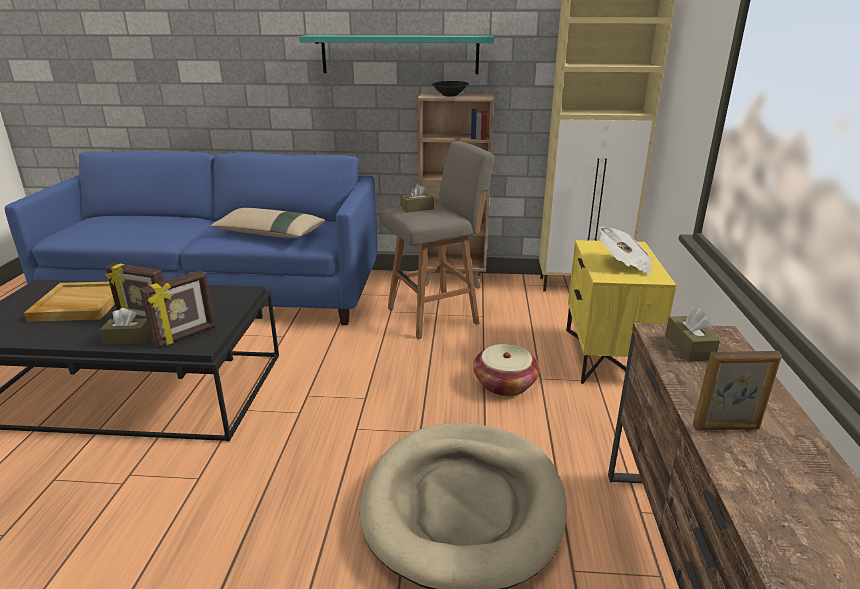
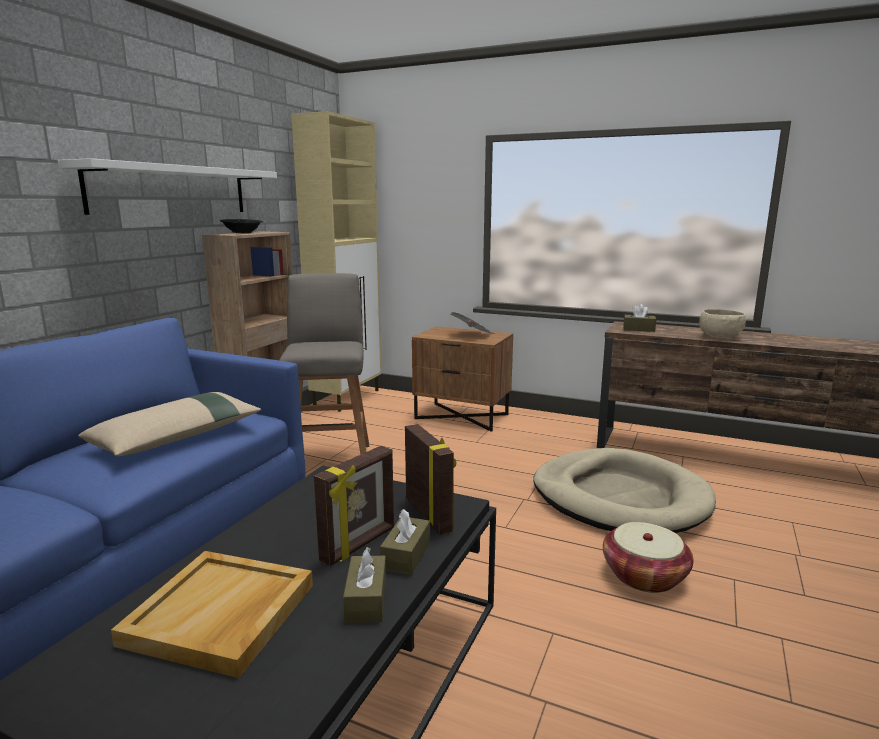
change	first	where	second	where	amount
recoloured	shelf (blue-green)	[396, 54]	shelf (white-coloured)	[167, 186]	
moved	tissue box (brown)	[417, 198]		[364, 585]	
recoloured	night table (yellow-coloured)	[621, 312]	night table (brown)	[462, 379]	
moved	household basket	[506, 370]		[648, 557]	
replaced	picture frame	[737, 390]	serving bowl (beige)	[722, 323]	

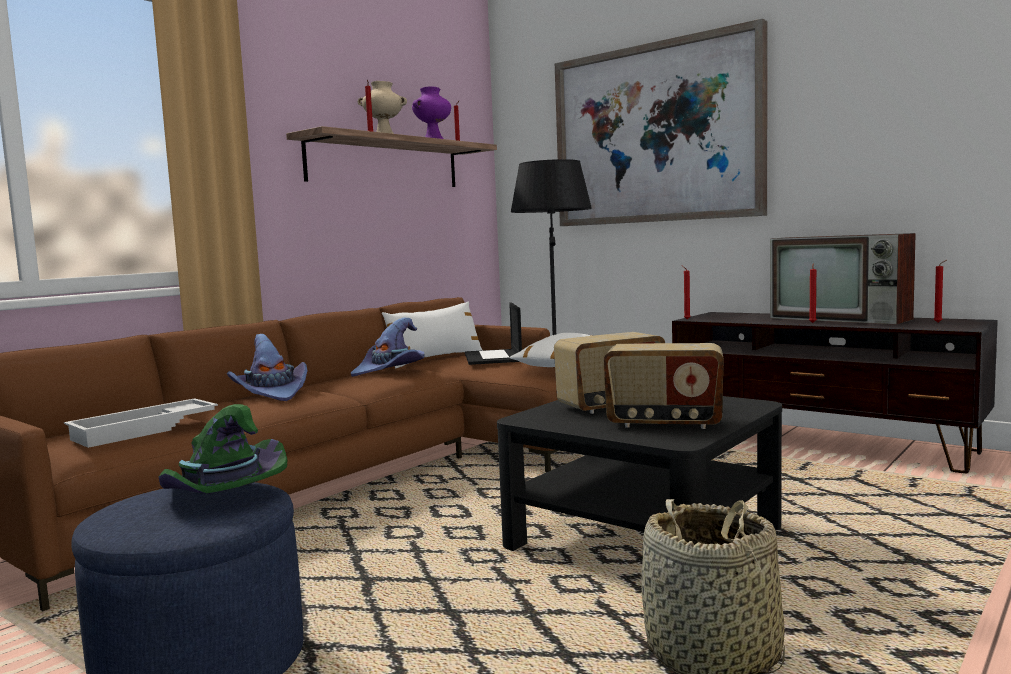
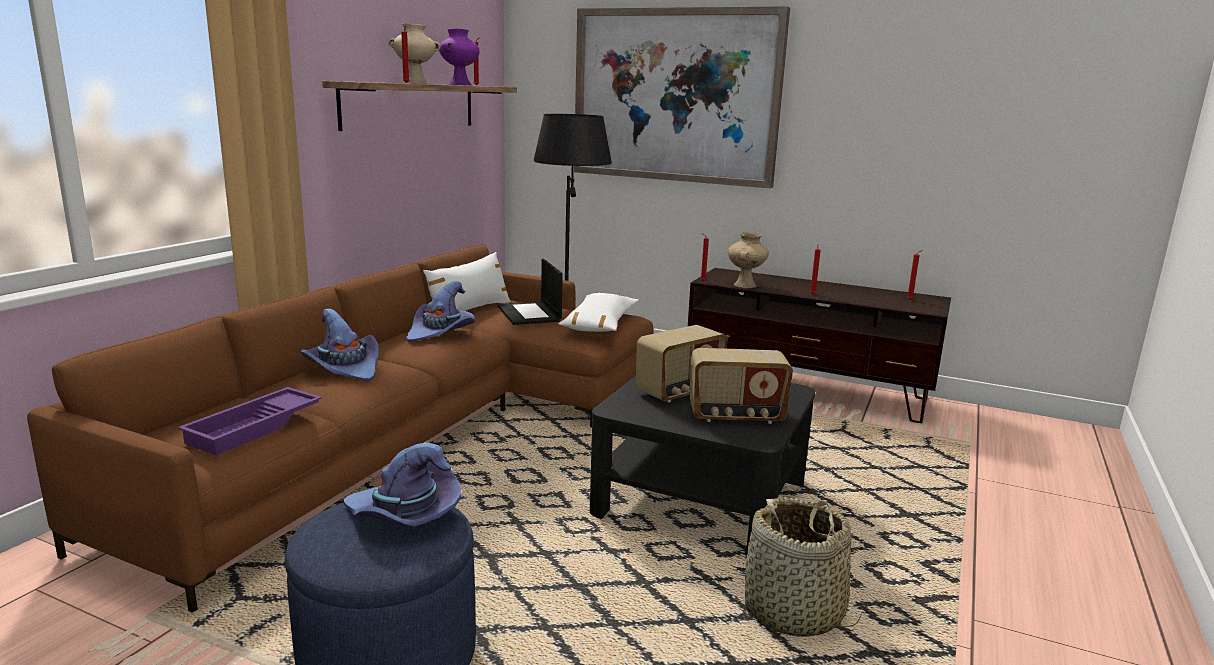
change	first	where	second	where	amount
removed	TV set	[843, 278]			
recoloured	carrying tray (white-coloured)	[141, 423]	carrying tray (purple-coloured)	[250, 421]	
recoloured	clothing hat (green)	[223, 449]	clothing hat (purple-coloured)	[402, 485]	
added			vase (beige)	[748, 260]	

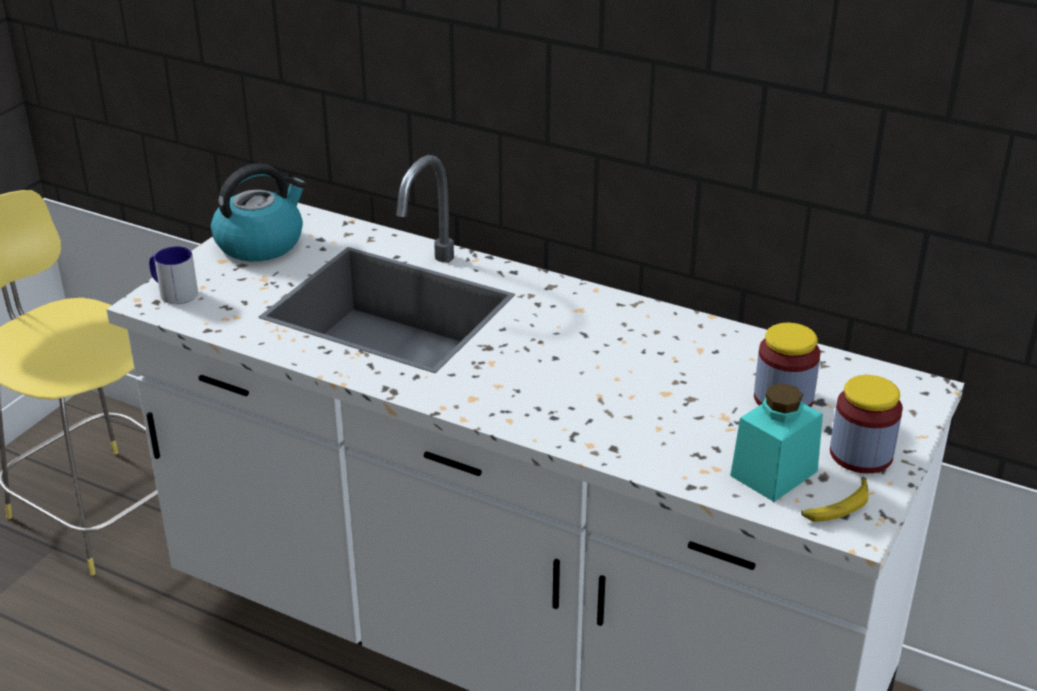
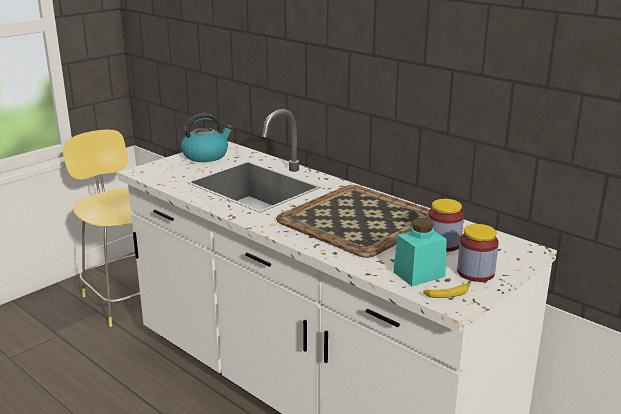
change	first	where	second	where	amount
removed	tea mug	[173, 275]			
added			carrying tray	[353, 221]	

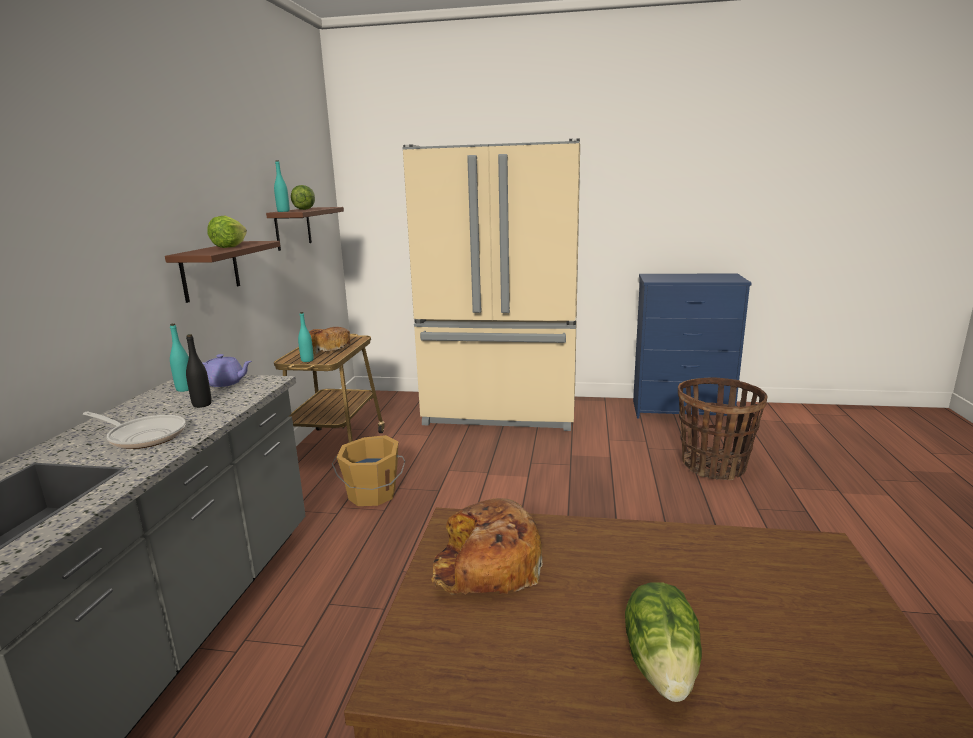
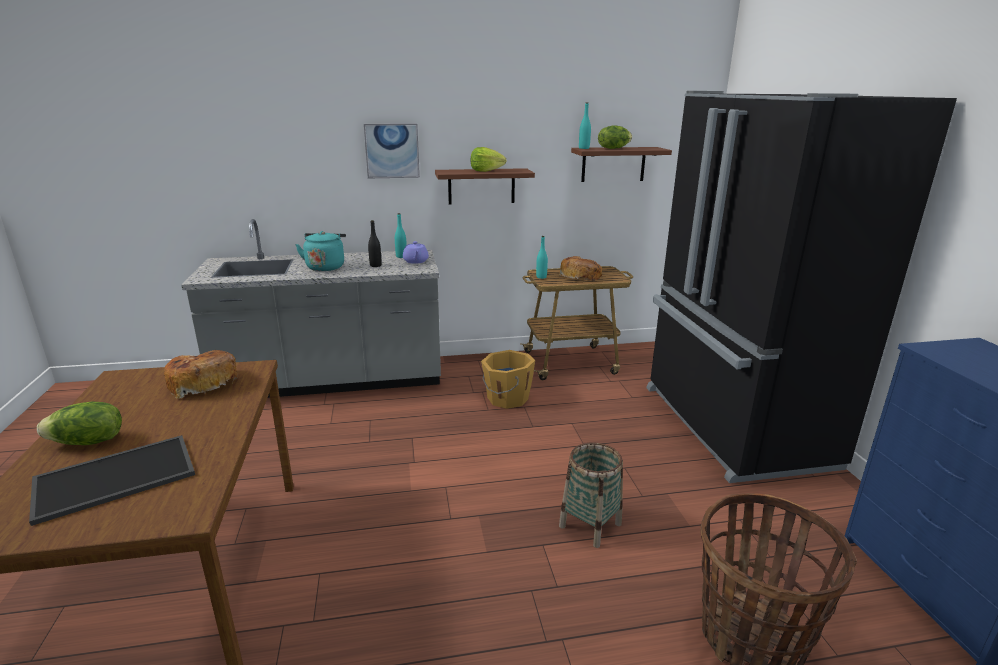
change	first	where	second	where	amount
recoloured	fridge (beige)	[491, 284]	fridge (black)	[802, 287]	
replaced	skillet	[134, 430]	tea kettle (blue-green)	[320, 251]	
added			picture	[392, 151]	
added			carrying tray	[112, 480]	
added			household basket	[591, 495]	

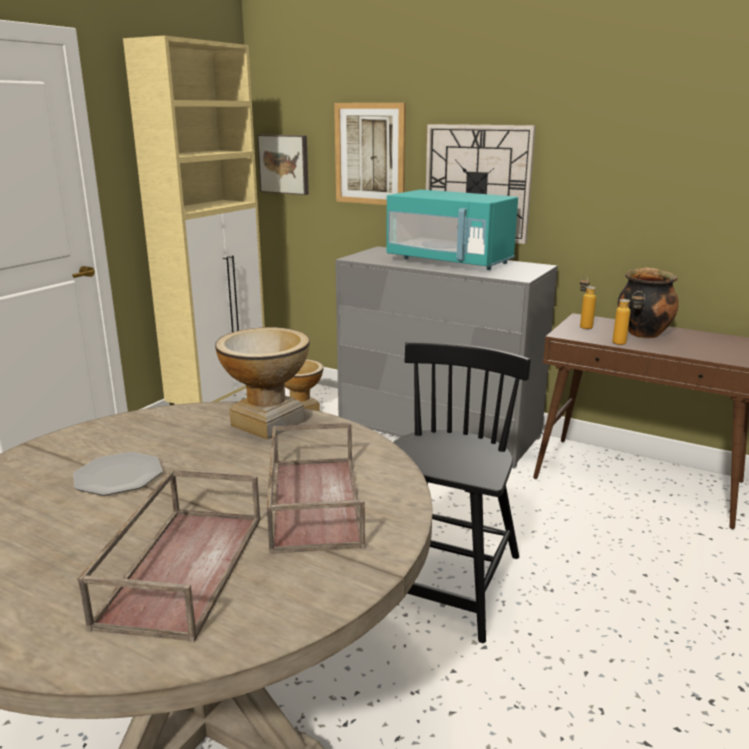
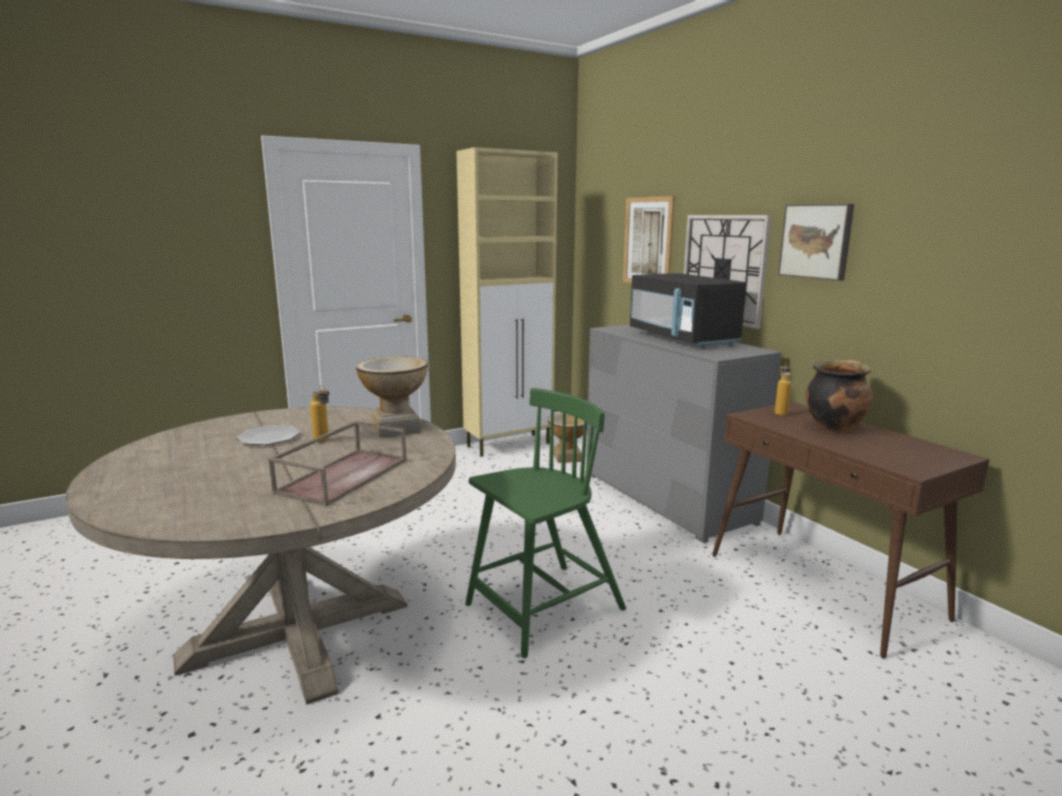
change	first	where	second	where	amount
moved	picture	[283, 165]		[816, 242]	
recoloured	kitchen microwave (blue-green)	[452, 230]	kitchen microwave (black)	[688, 310]	
moved	drink bottle	[628, 318]		[319, 413]	
recoloured	plain chair (black)	[461, 492]	plain chair (green)	[545, 523]	
removed	carrying tray (brown)	[169, 556]			

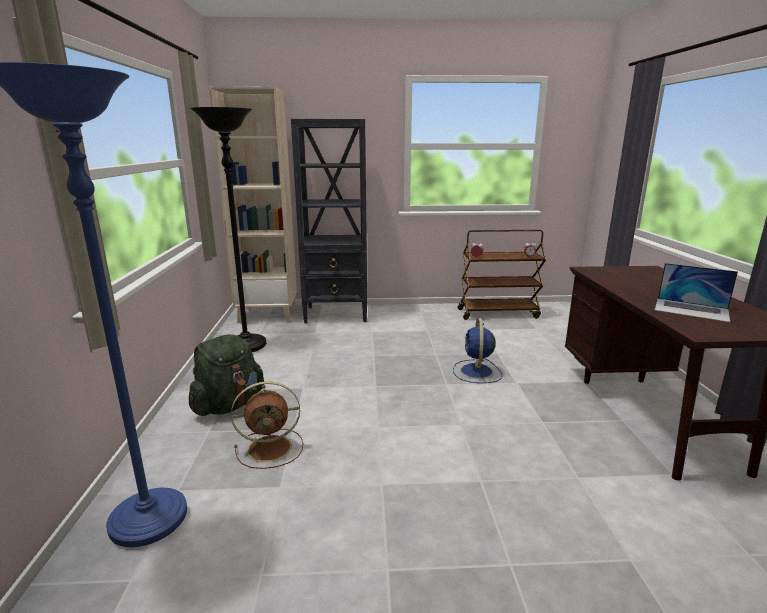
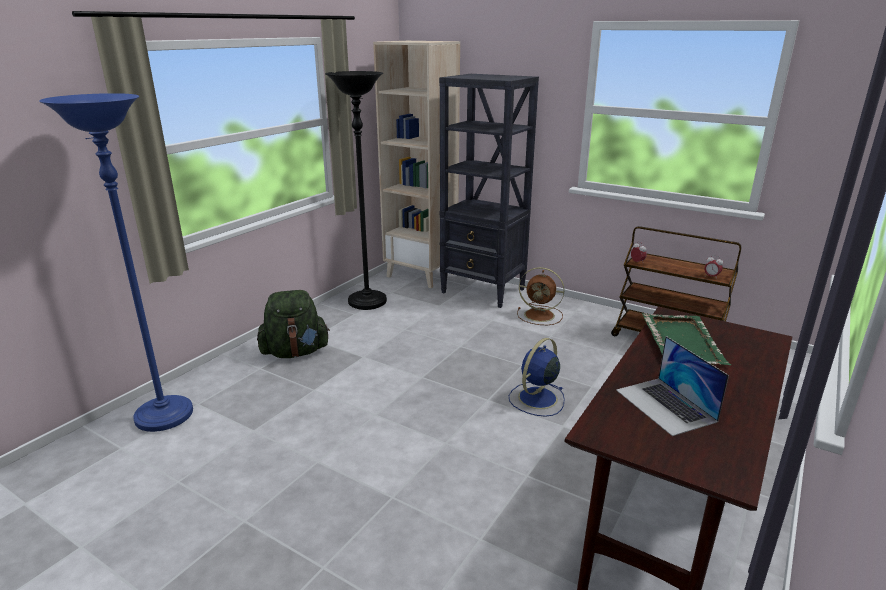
change	first	where	second	where	amount
moved	electric fan (brown)	[267, 425]		[541, 296]	
added			carrying tray (green)	[686, 339]	

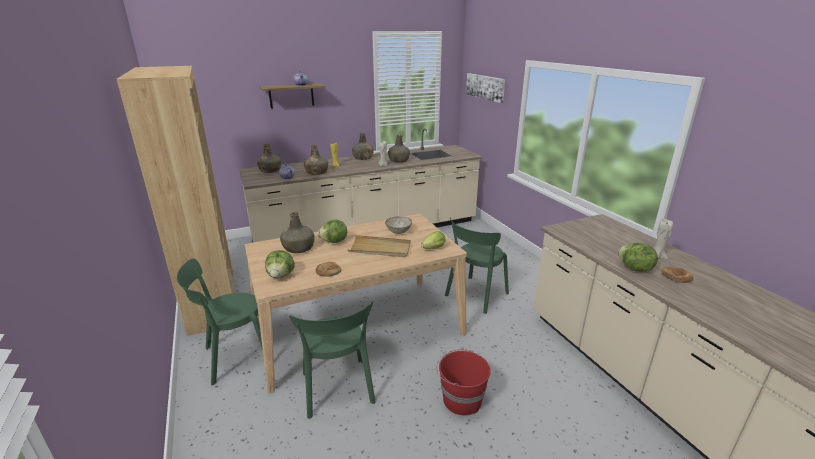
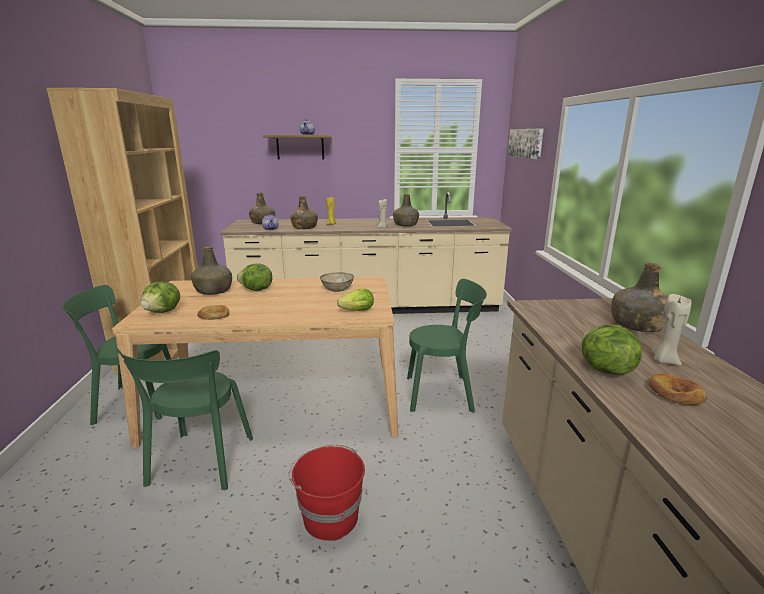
change	first	where	second	where	amount
moved	drink bottle (green)	[363, 146]		[639, 297]	
turned	plain chair (green)	[477, 266]		[447, 346]	150 degrees counterclockwise
removed	carrying tray (beige)	[379, 246]			

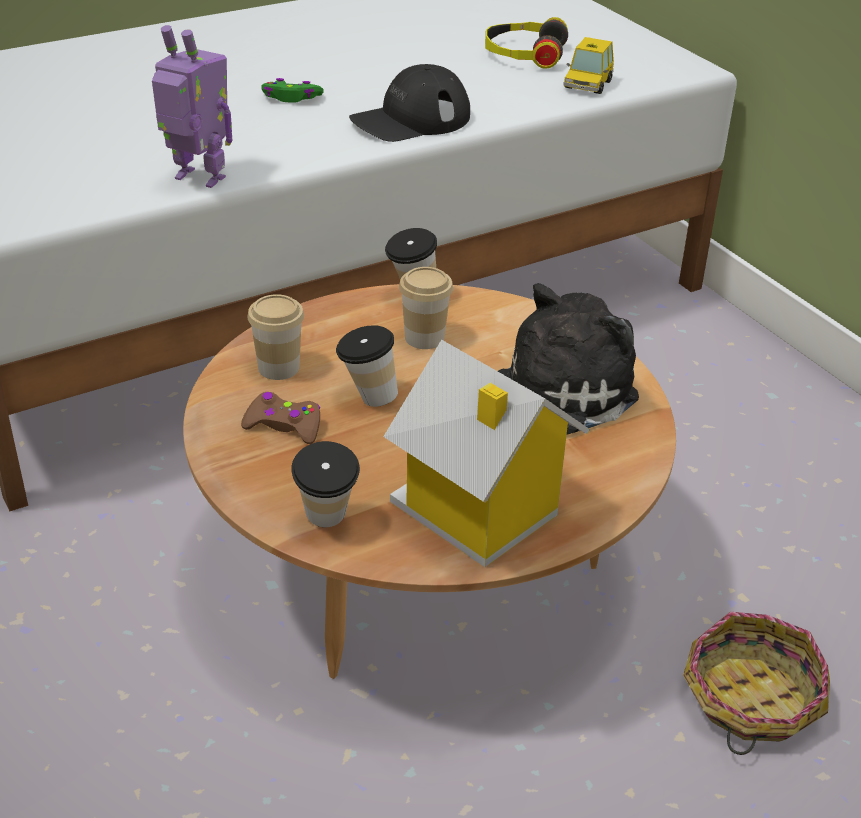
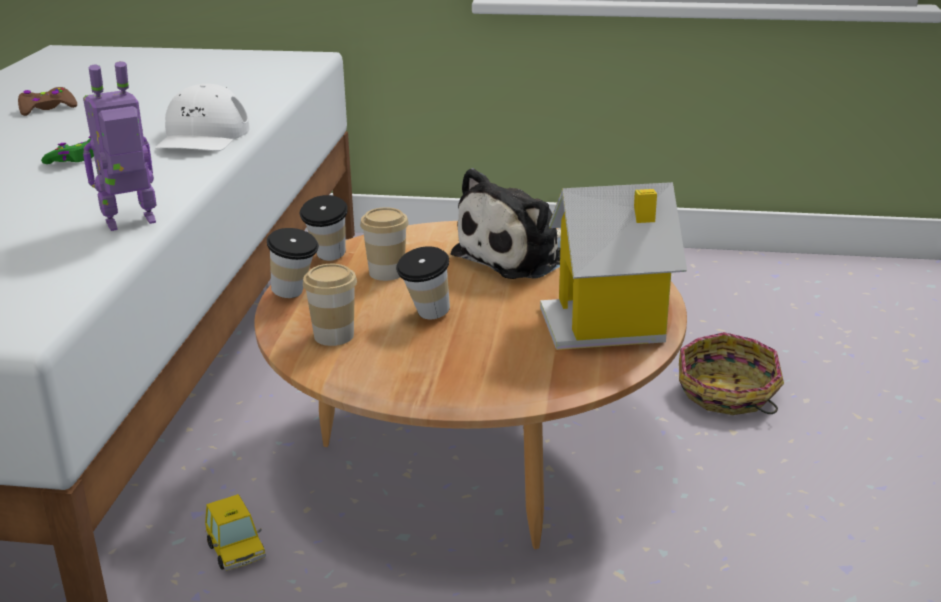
change	first	where	second	where	amount
removed	headset	[526, 43]			
moved	miniature car	[588, 65]		[235, 532]	
recoloured	cap (black)	[409, 103]	cap (white-coloured)	[202, 117]	
turned	plush toy	[568, 359]		[506, 223]	135 degrees counterclockwise
moved	joypad (brown)	[280, 418]		[47, 101]	
moved	cup	[325, 484]		[293, 263]	

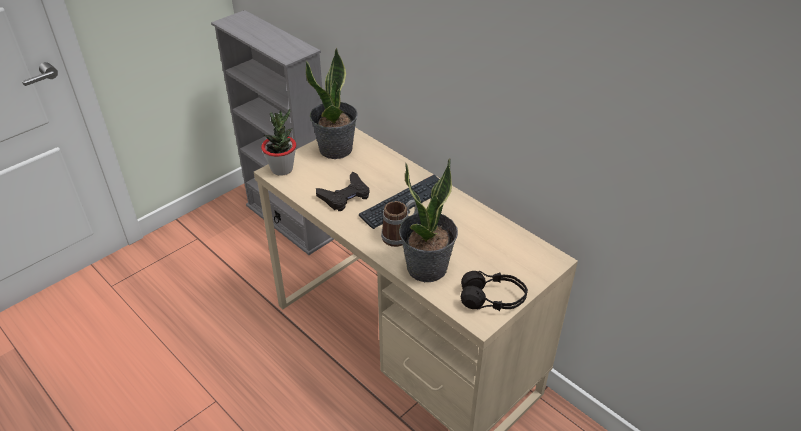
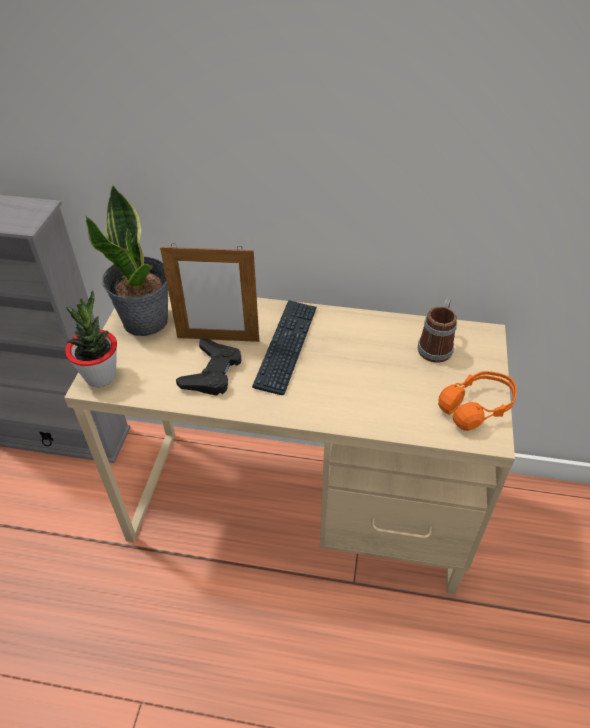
change	first	where	second	where	amount
removed	houseplant	[428, 220]			
moved	tea mug	[399, 223]		[437, 330]	
recoloured	headset (black)	[494, 291]	headset (orangey)	[477, 401]	
added			picture frame	[209, 292]	

